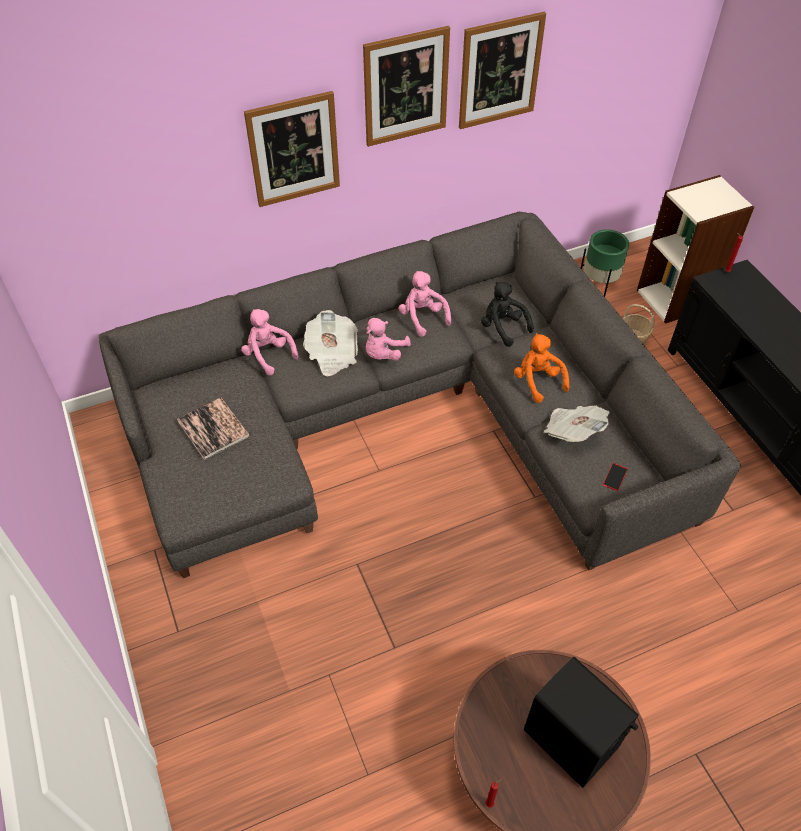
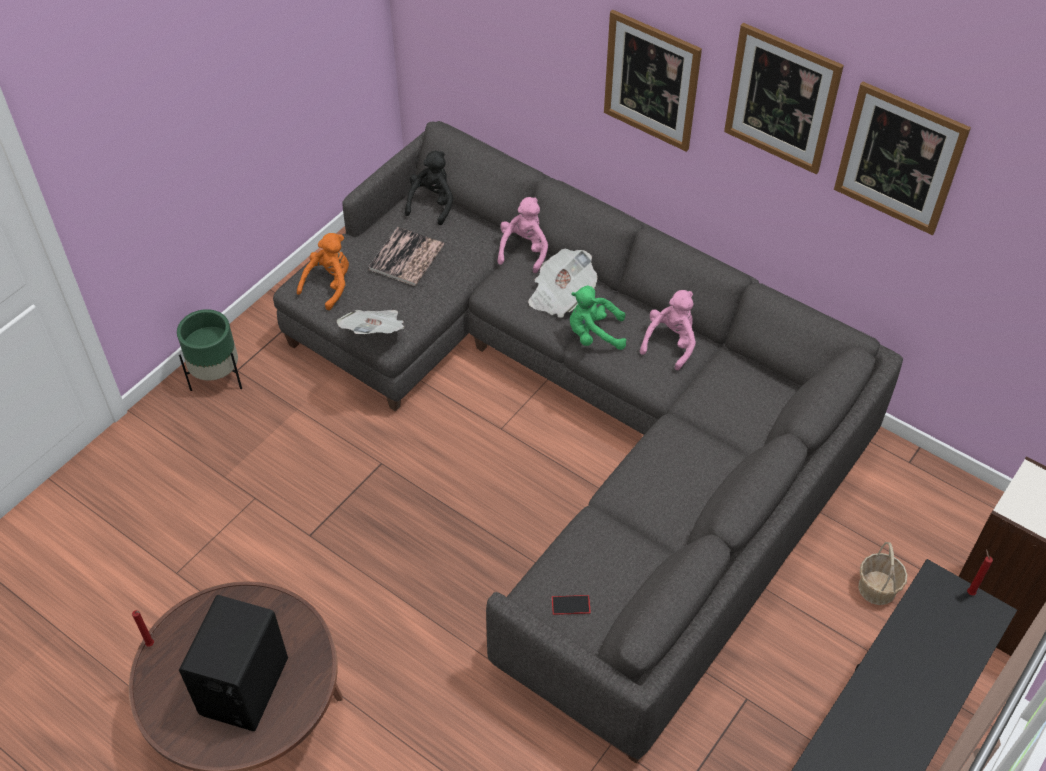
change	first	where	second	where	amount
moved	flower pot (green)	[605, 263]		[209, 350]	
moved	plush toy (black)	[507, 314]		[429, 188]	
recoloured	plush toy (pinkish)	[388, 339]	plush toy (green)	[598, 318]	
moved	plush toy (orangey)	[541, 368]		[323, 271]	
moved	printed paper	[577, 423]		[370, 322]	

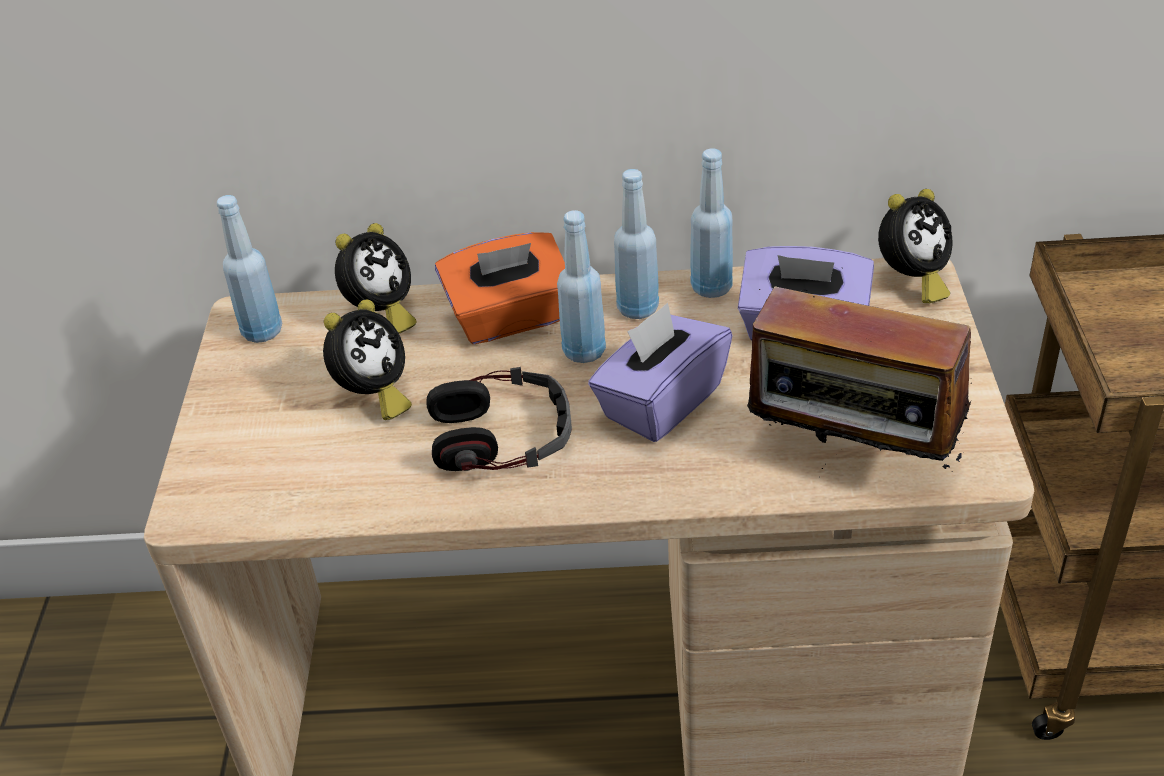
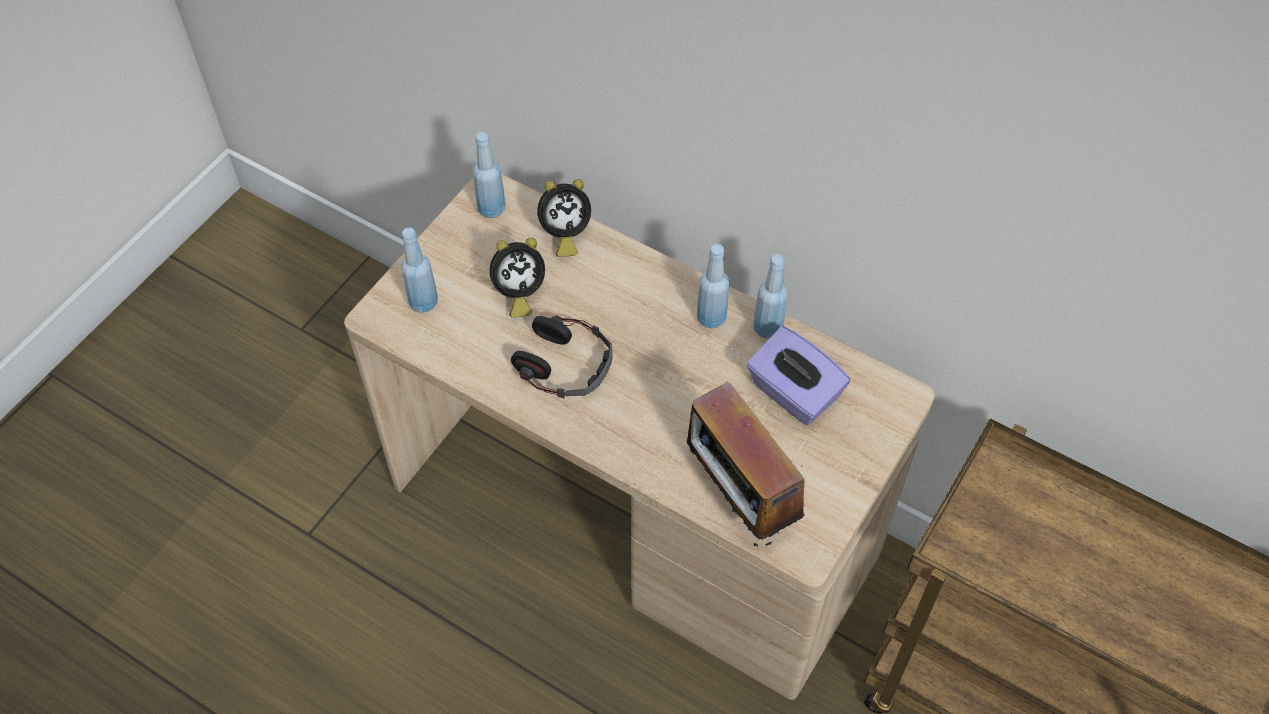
change	first	where	second	where	amount
removed	table clock	[915, 246]			
moved	drink bottle (blue-coloured)	[581, 286]		[419, 270]	
removed	tissue box (orangey)	[500, 288]			
removed	tissue box (purple-coloured)	[660, 372]			

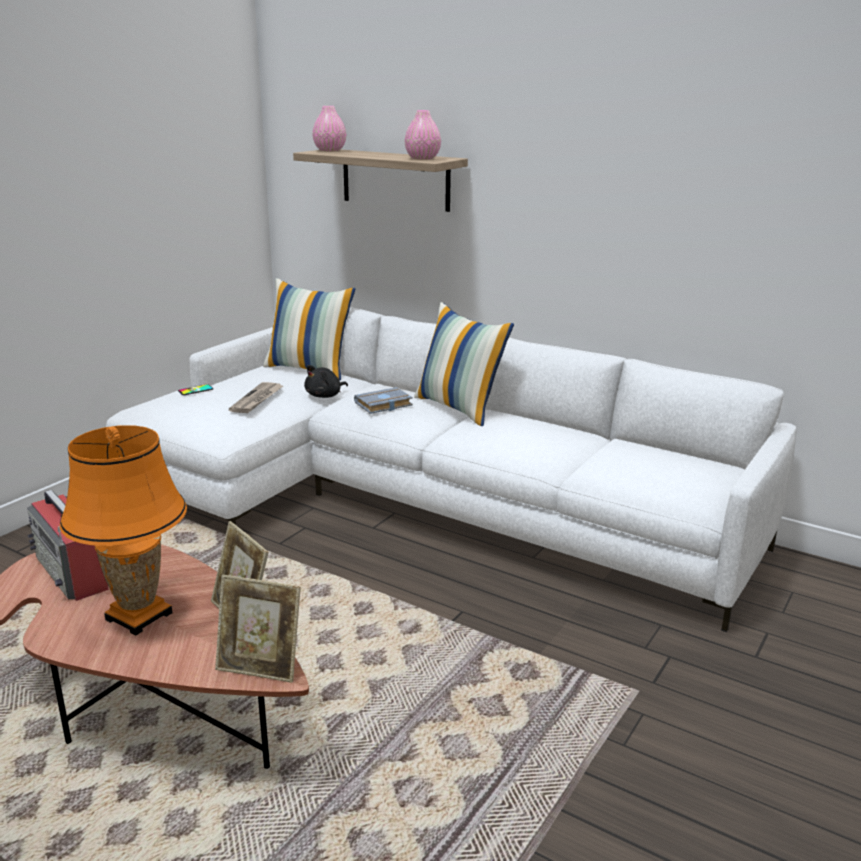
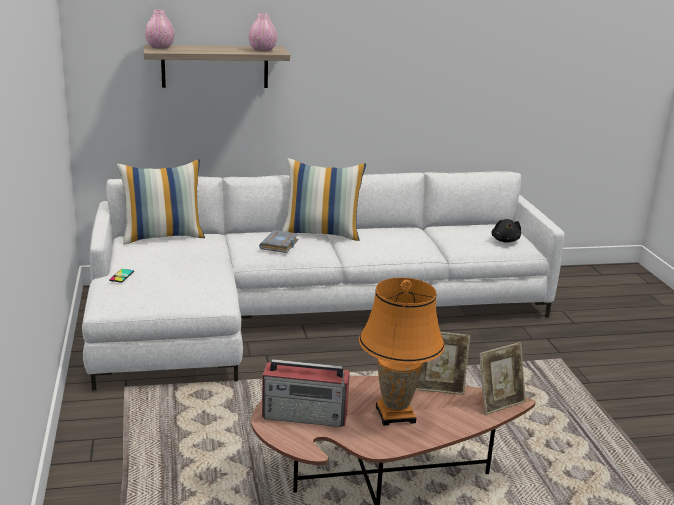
change	first	where	second	where	amount
moved	plush toy (black)	[326, 381]		[506, 231]	
removed	printed paper	[256, 397]			

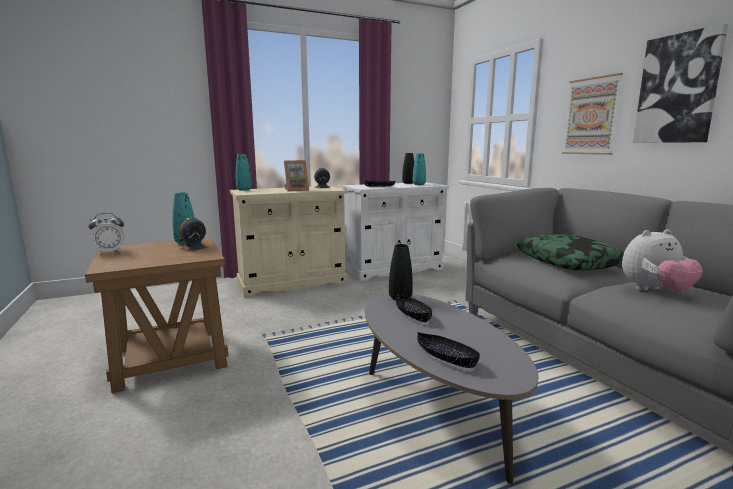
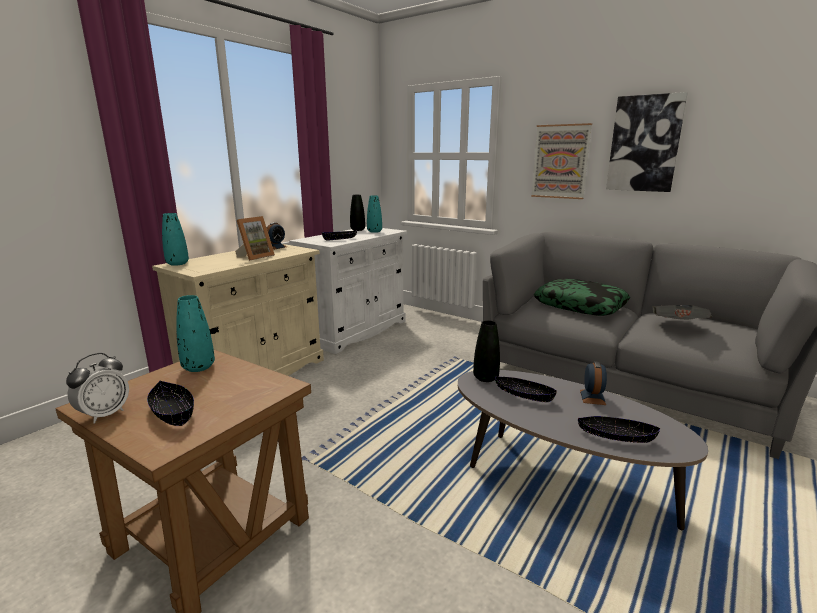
change	first	where	second	where	amount
moved	table clock	[194, 234]		[593, 383]	
replaced	plush toy	[662, 260]	printed paper	[682, 312]	
added			serving bowl (black)	[170, 403]	

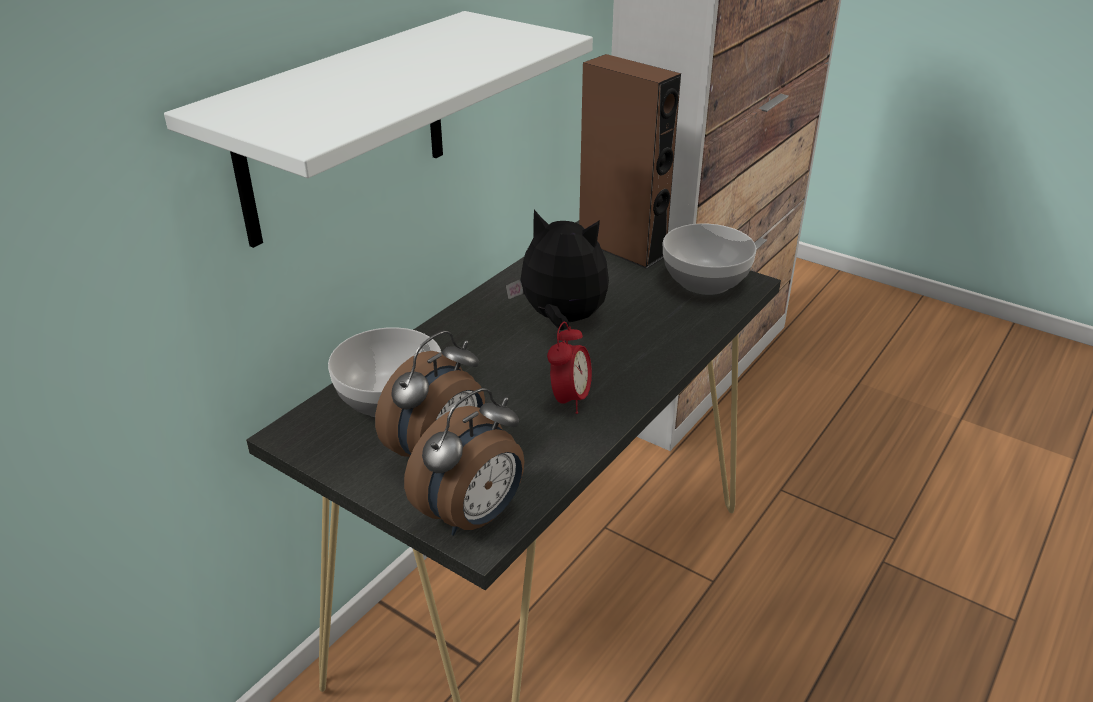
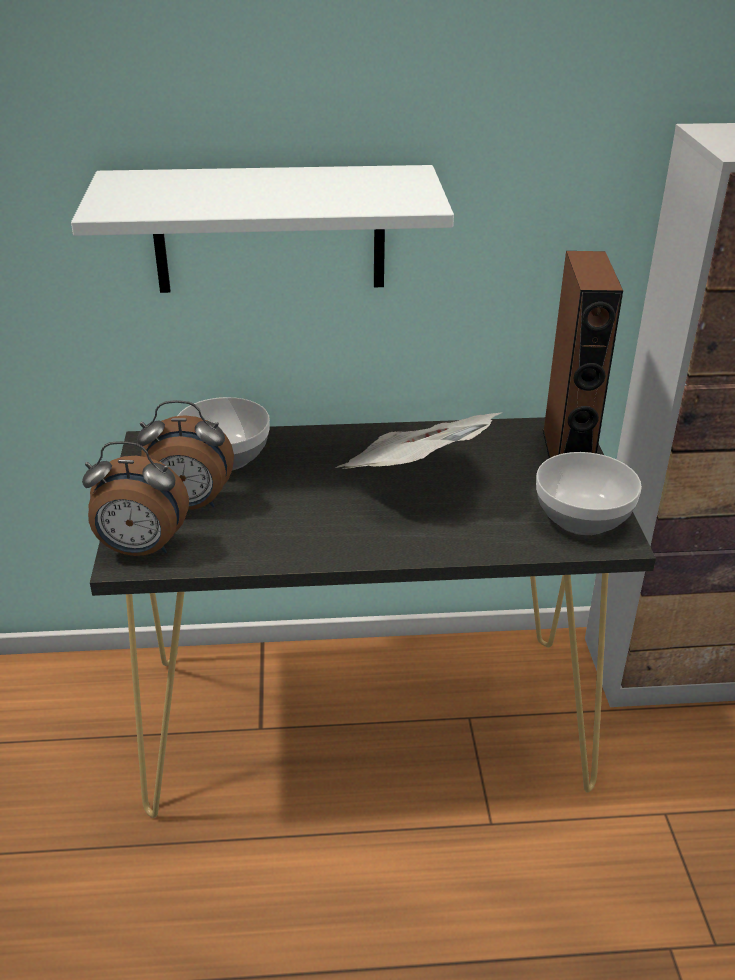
change	first	where	second	where	amount
replaced	plush toy	[557, 270]	printed paper	[418, 440]	
removed	table clock	[569, 367]			

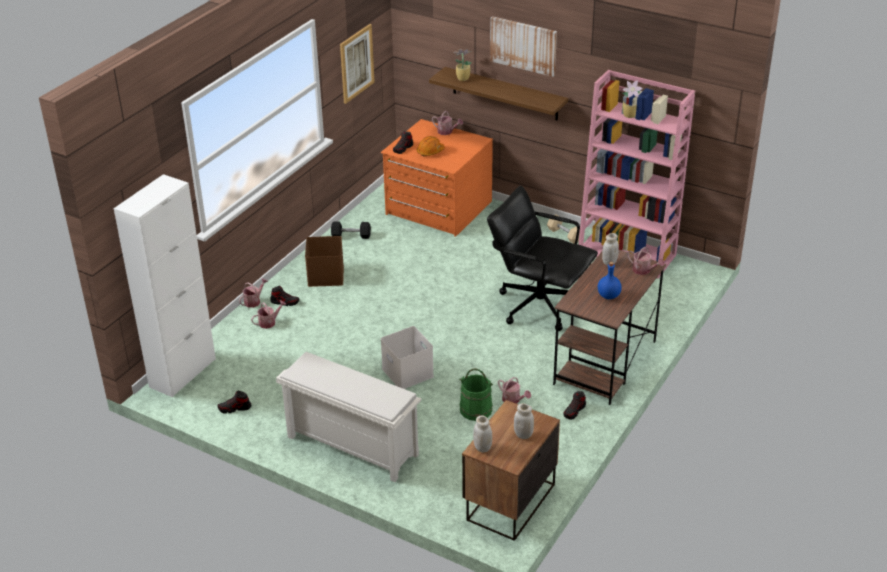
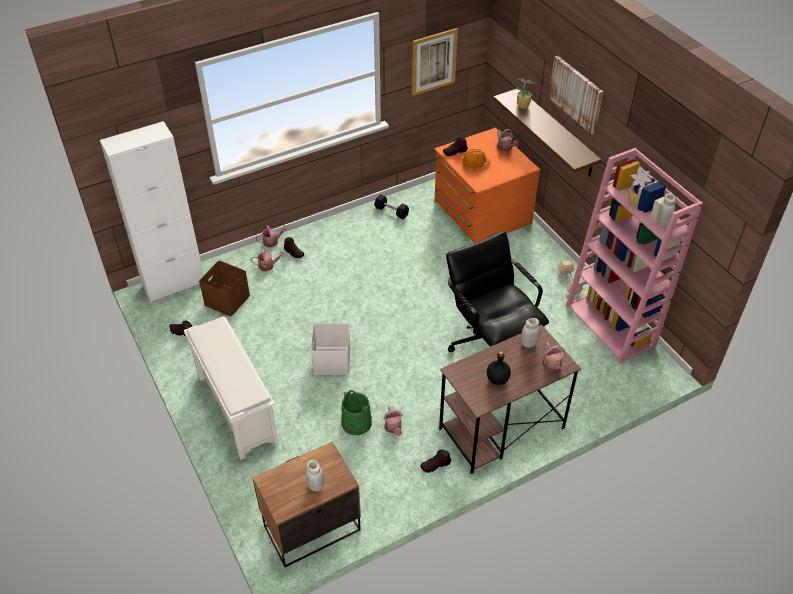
change	first	where	second	where	amount
moved	storage box (brown)	[324, 261]		[224, 288]	
recoloured	drink bottle (blue-coloured)	[610, 280]	drink bottle (black)	[499, 368]	
moved	preserve jar (white-coloured)	[482, 434]		[666, 209]	

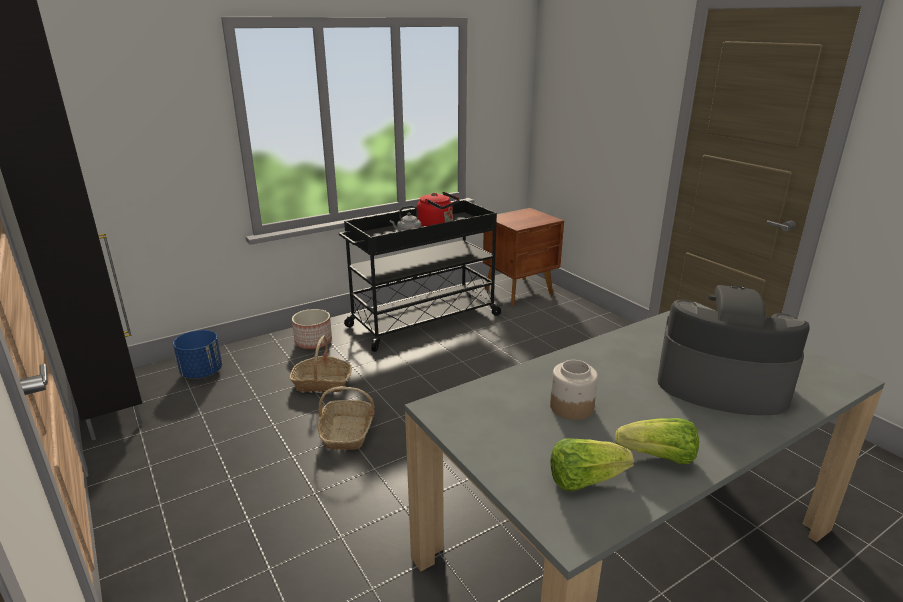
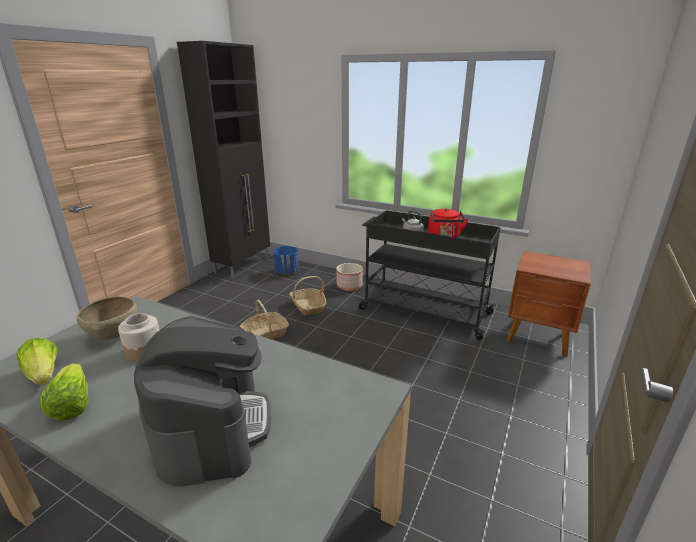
change	first	where	second	where	amount
added			serving bowl (brown)	[107, 318]	

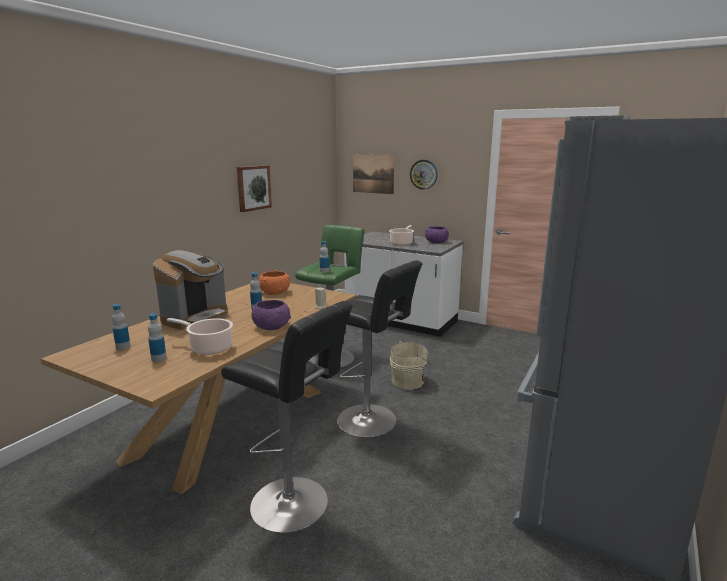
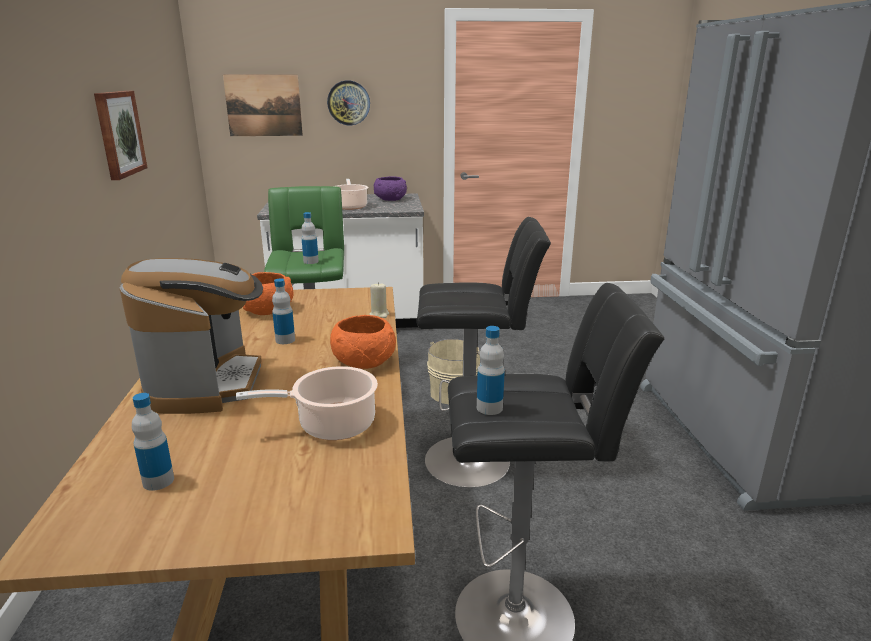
change	first	where	second	where	amount
recoloured	serving bowl (purple-coloured)	[271, 315]	serving bowl (orangey)	[363, 342]	
moved	drink bottle	[157, 338]		[491, 370]	

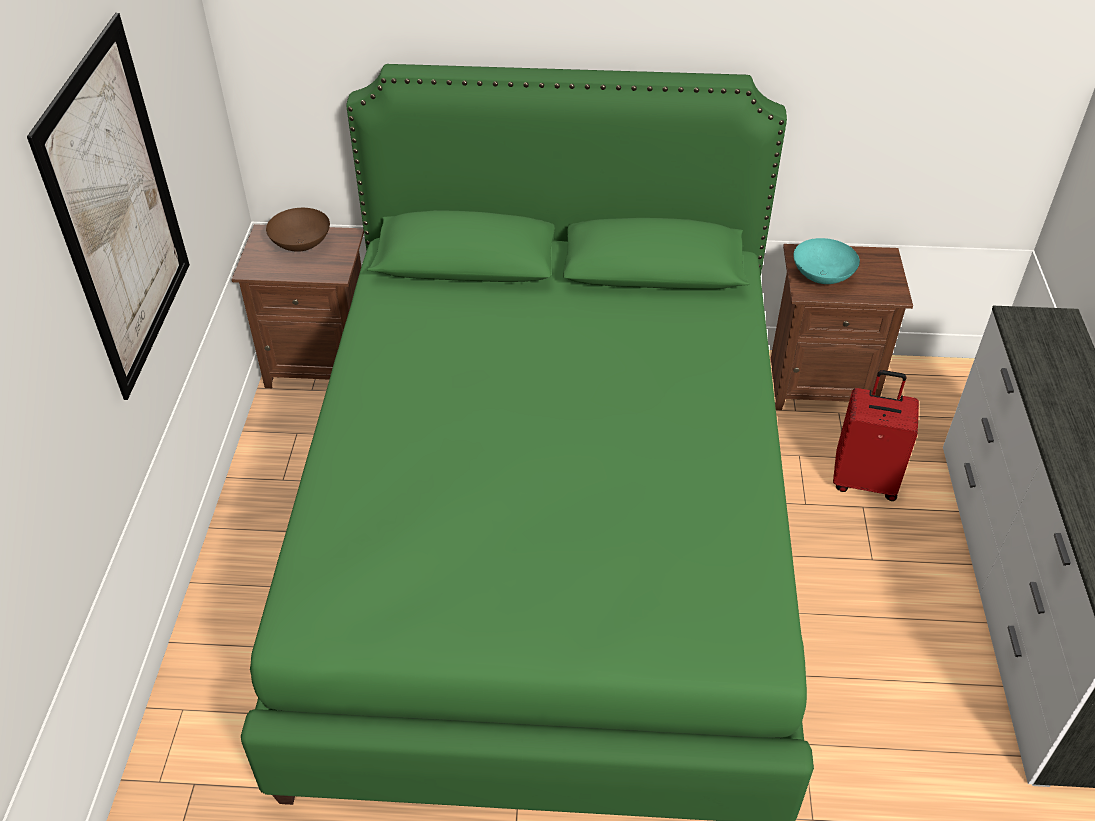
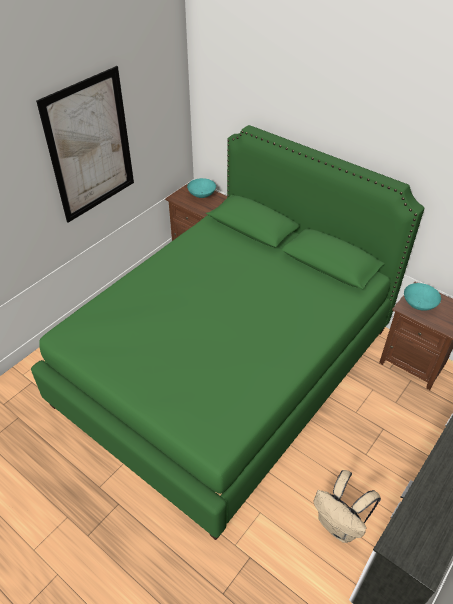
change	first	where	second	where	amount
recoloured	serving bowl (brown)	[298, 230]	serving bowl (blue-green)	[201, 188]	
removed	piece of luggage (red-coloured)	[876, 435]			
added			backpack (beige)	[347, 506]	

